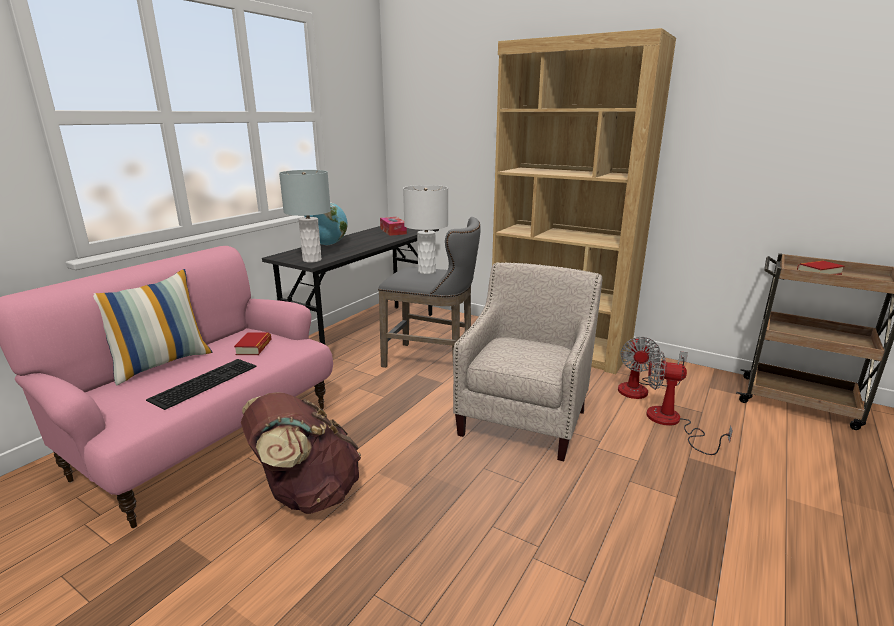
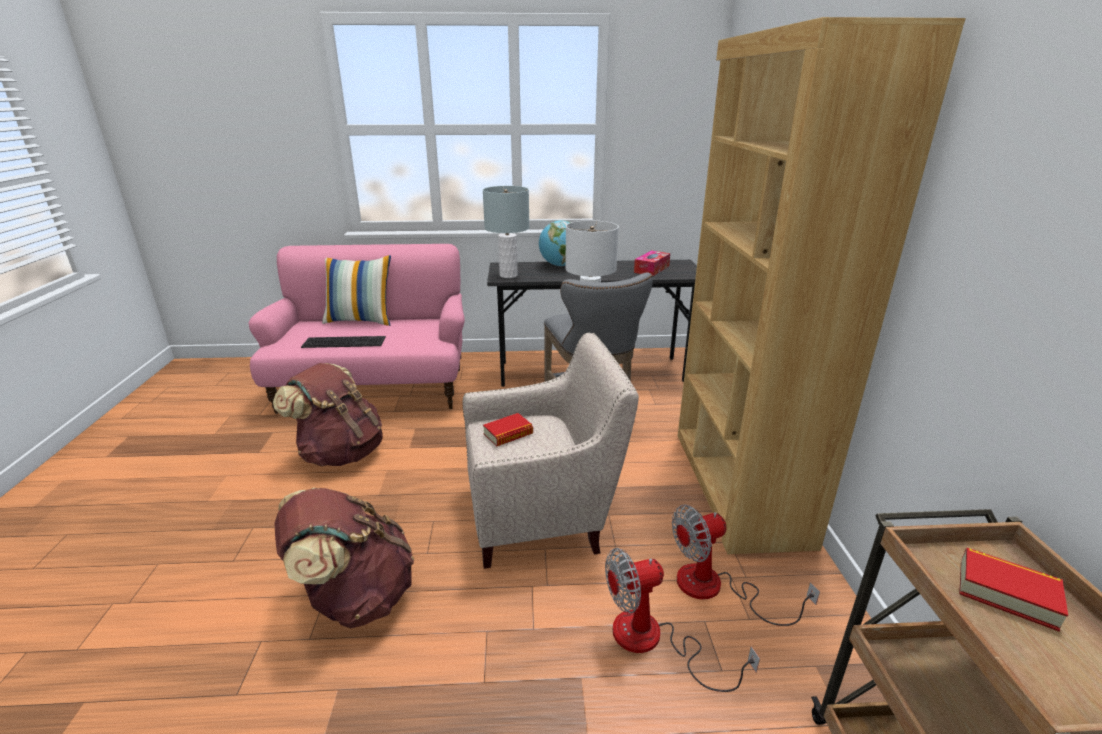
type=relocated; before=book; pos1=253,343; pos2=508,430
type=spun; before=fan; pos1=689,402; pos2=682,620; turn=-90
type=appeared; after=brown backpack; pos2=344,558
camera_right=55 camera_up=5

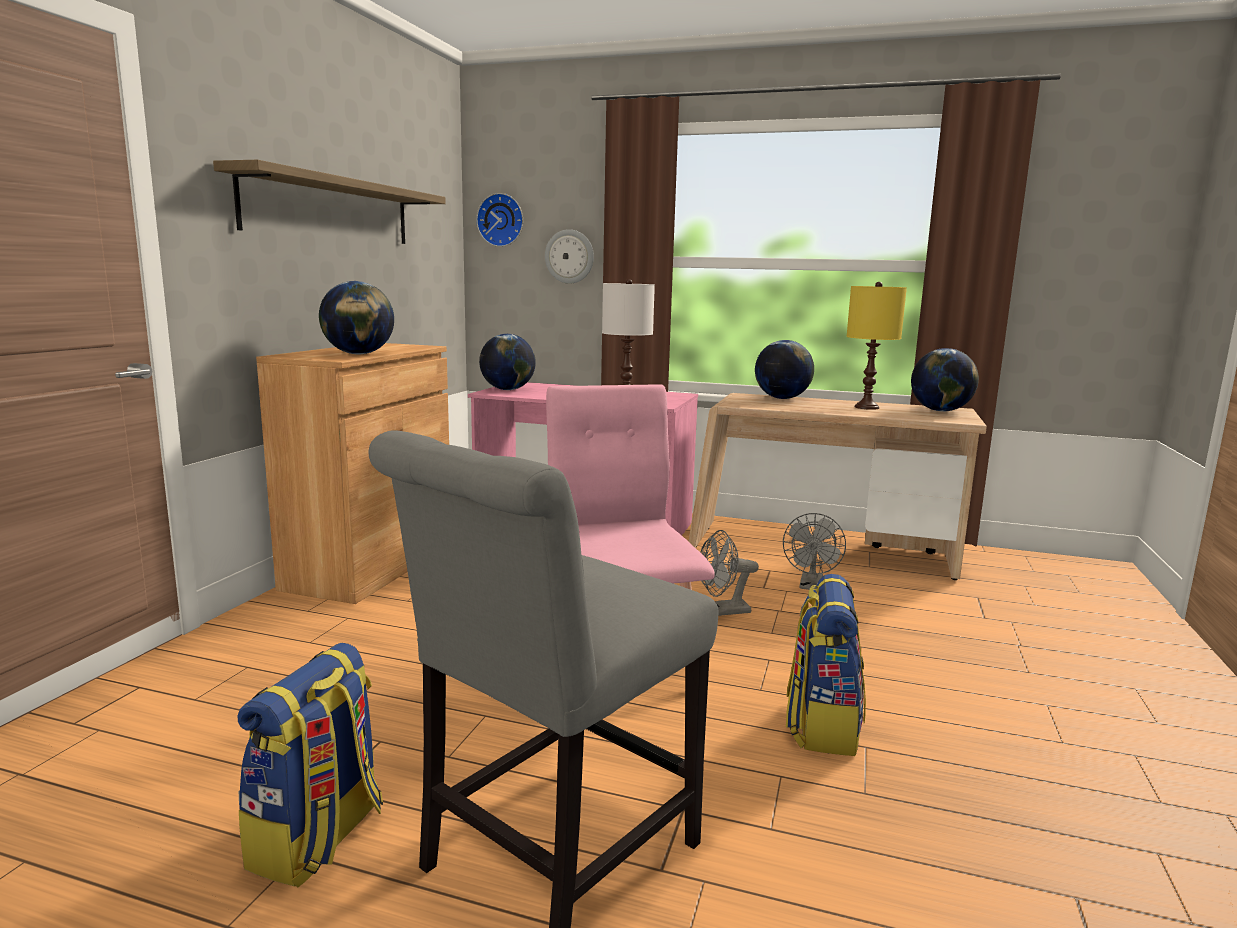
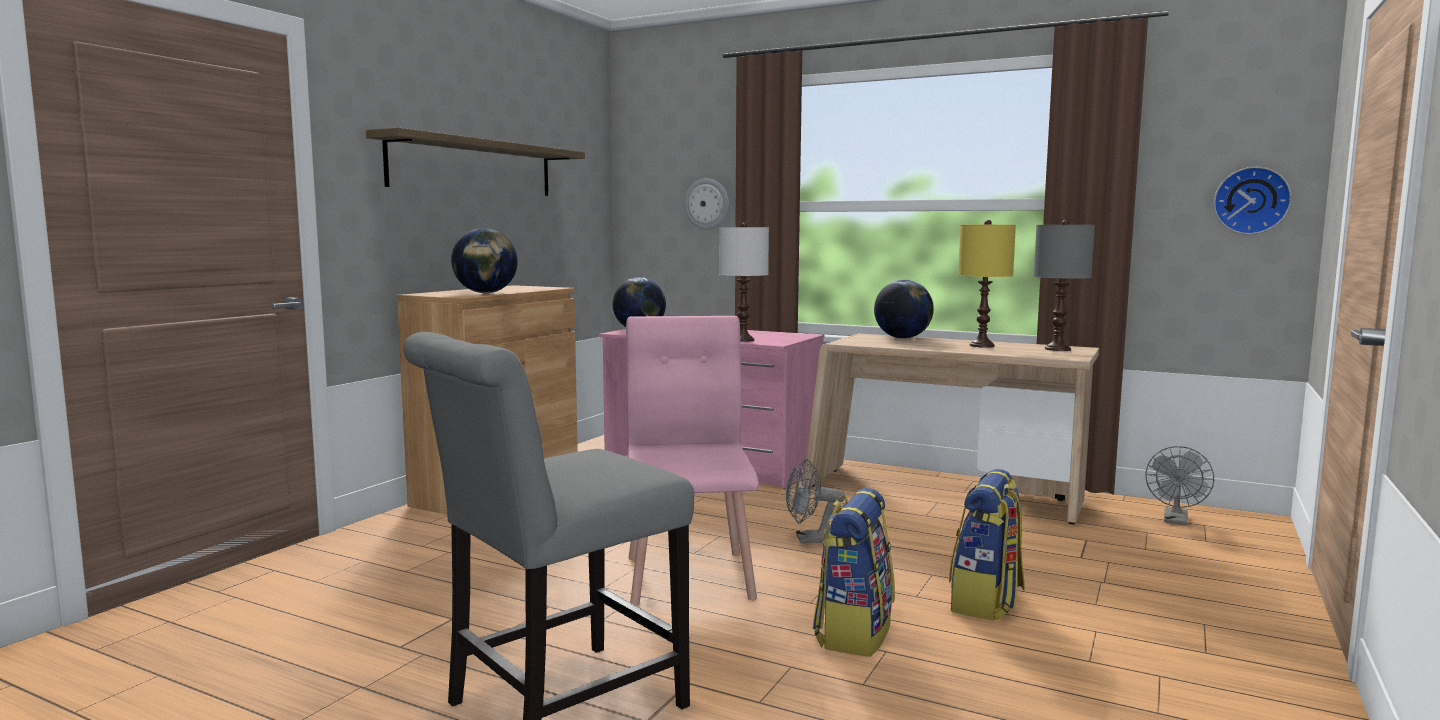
type=relocated; before=backpack; pos1=310,765; pos2=987,545
type=relocated; before=wall clock; pos1=499,220; pos2=1253,201
type=relocated; before=grey fan; pos1=814,551; pos2=1179,485
type=exchanged; before=globe; after=grey table lamp; pos1=945,380; pos2=1064,285
camera_right=10 camera_up=-5

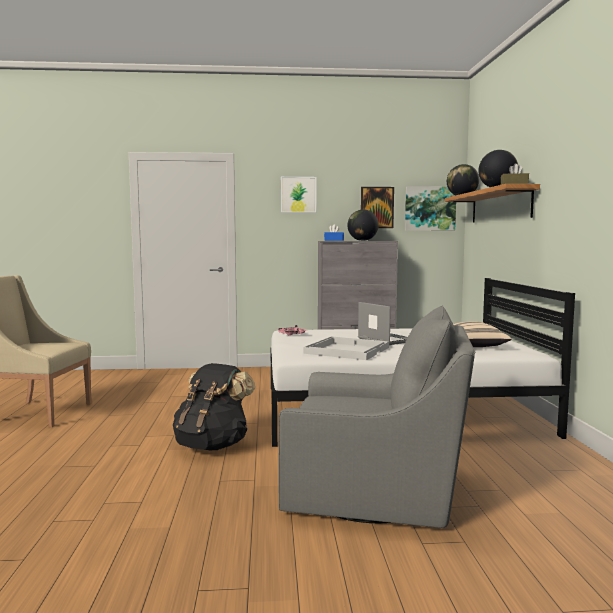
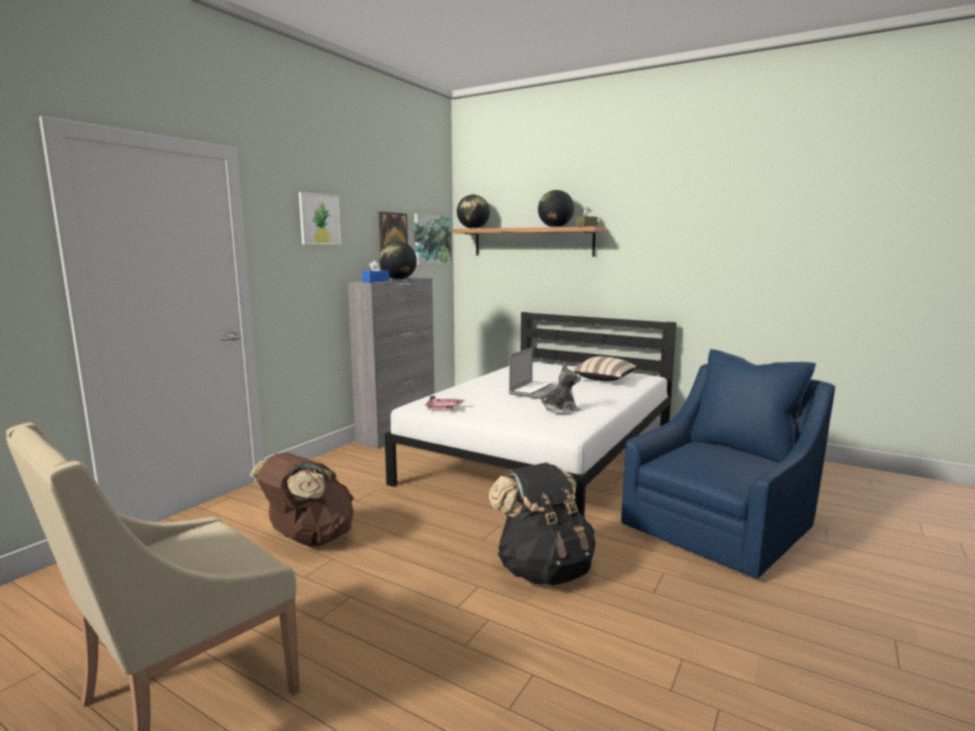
type=colour; before=grey armchair; after=blue armchair; pos1=377,417; pos2=728,464
type=exchanged; before=white tray; after=plush toy; pos1=346,348; pos2=561,388
type=spun; before=laptop; pos1=383,323; pos2=533,373; turn=120
type=appeared; after=brown backpack; pos2=302,499
camera_right=-55 camera_up=5

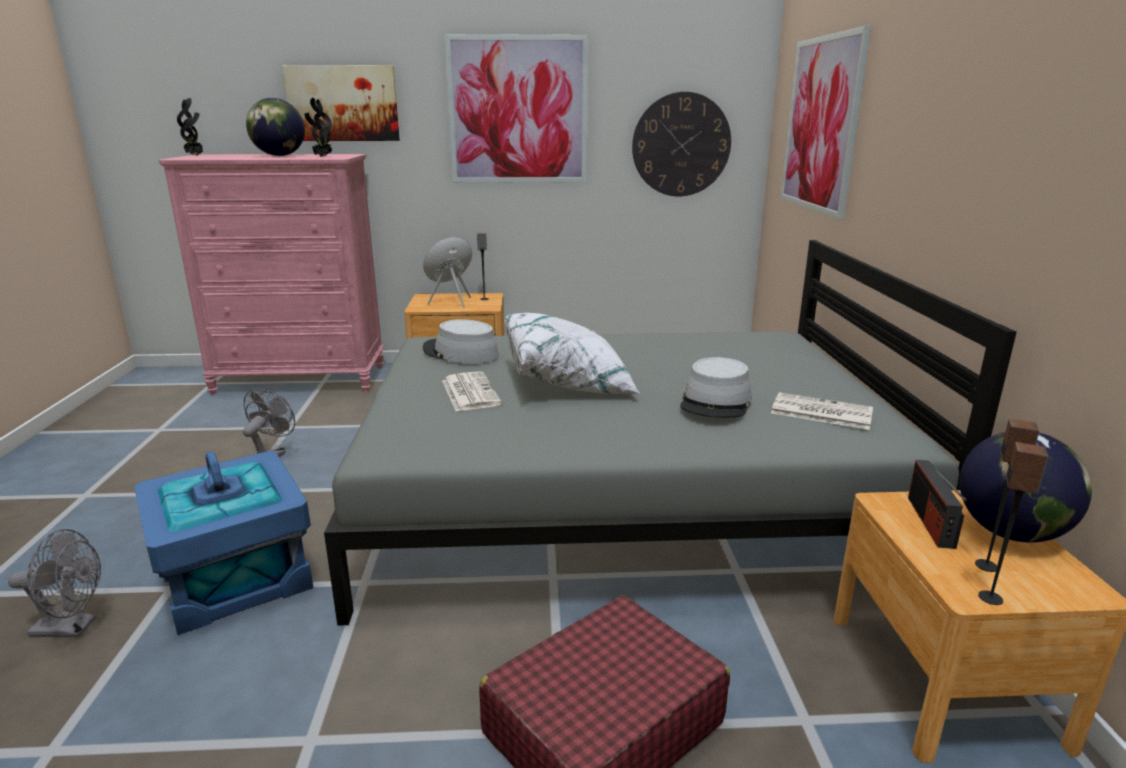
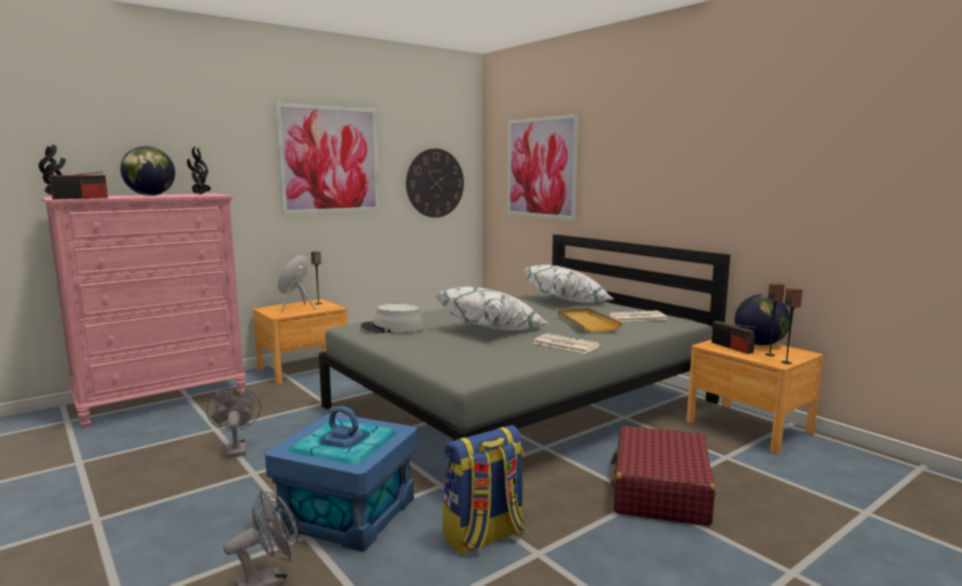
type=missing; before=picture; pos1=341,103
type=relocated; before=newspaper; pos1=472,391; pos2=567,343
type=exchanged; before=grey hat; after=beige tray; pos1=716,387; pos2=590,320
type=appeared; after=radio; pos2=78,185
type=appeared; after=backpack; pos2=483,490
type=appeared; after=white pillow; pos2=567,284
camera_right=-35 camera_up=-10

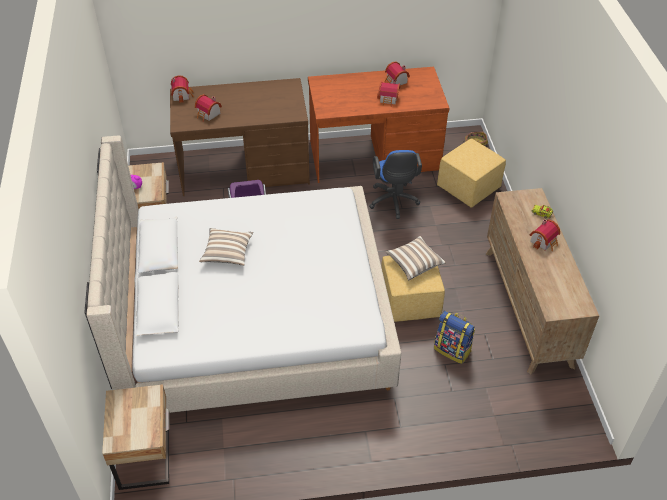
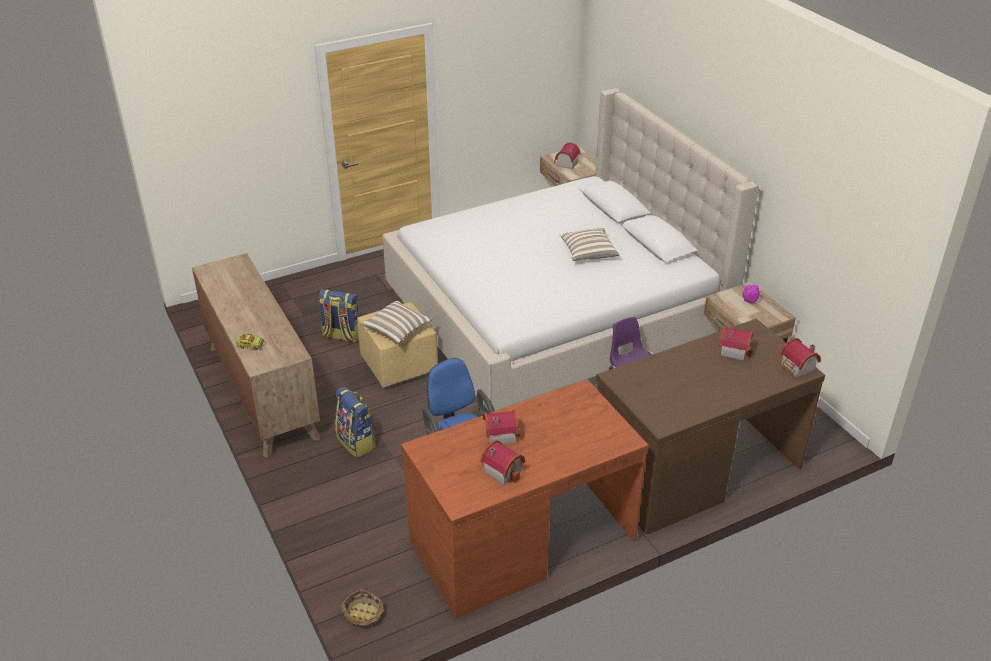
type=missing; before=yellow ottoman; pos1=471,173
type=relocated; before=toy house; pos1=545,235; pos2=567,156
type=appeared; after=backpack; pos2=355,422
camera_right=160 camera_up=-10

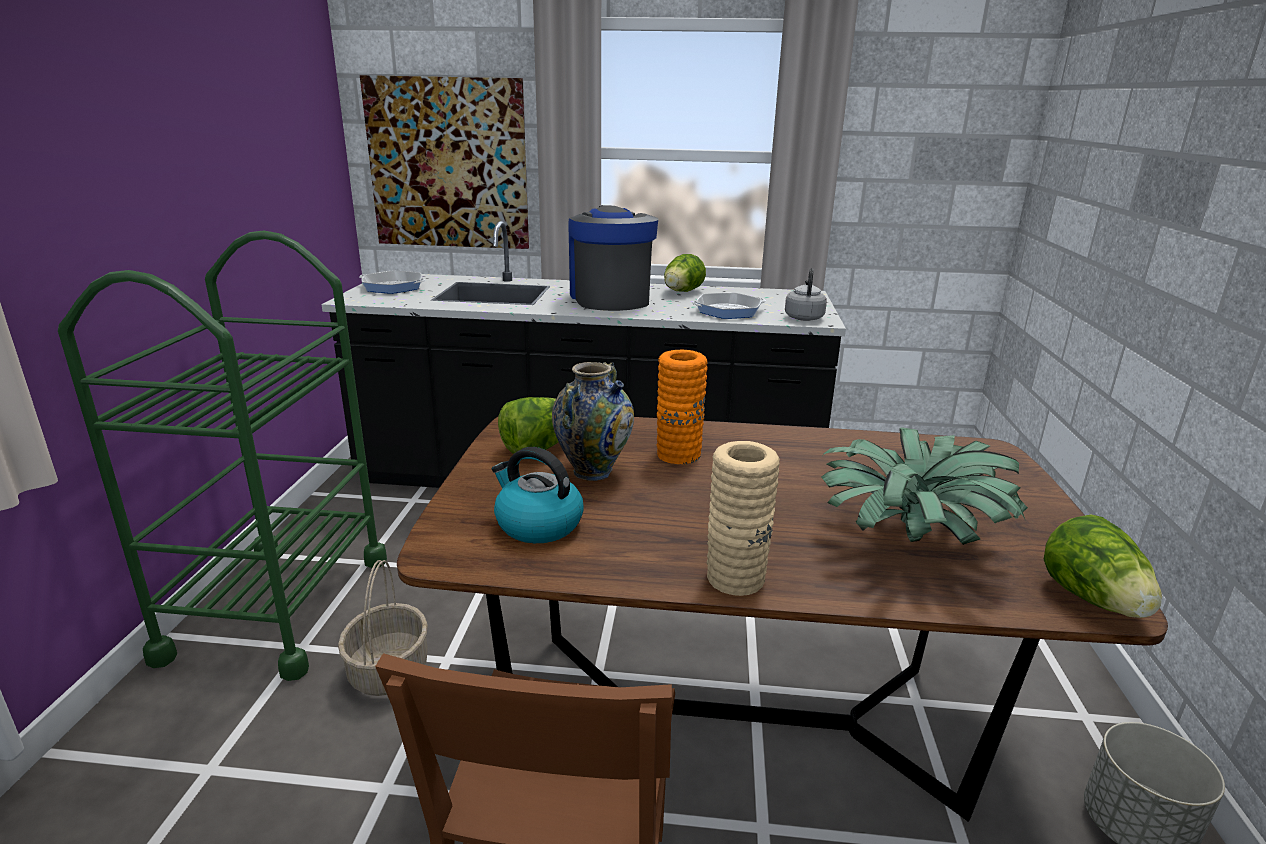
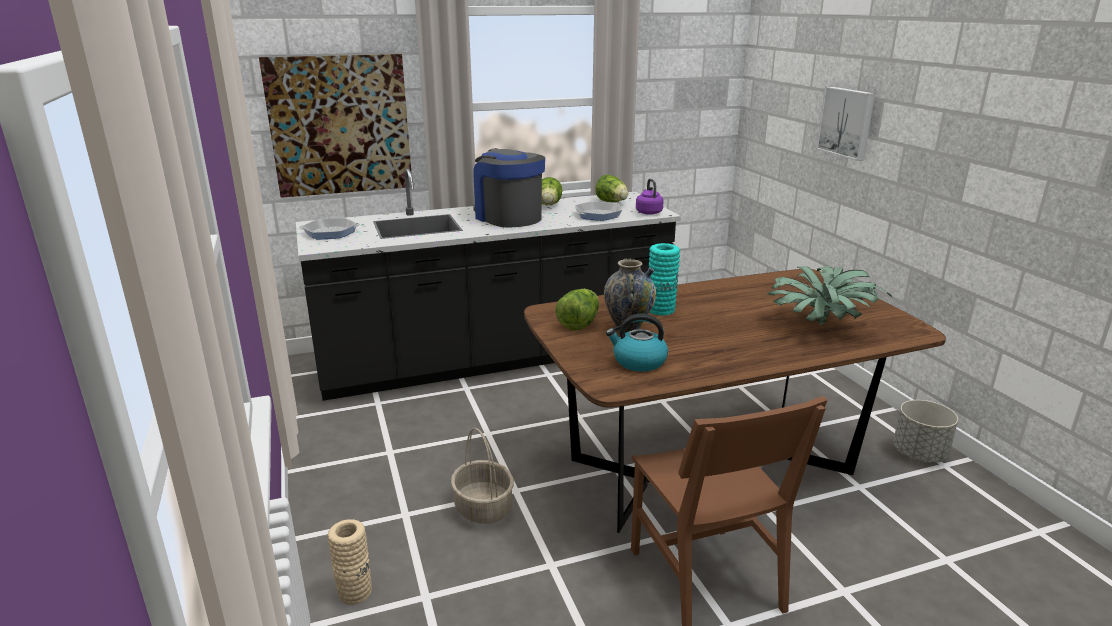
type=missing; before=green cart; pos1=222,456
type=colour; before=orange vase; after=turquoise vase; pos1=682,407; pos2=664,279
type=relocated; before=beige vase; pos1=743,518; pos2=349,562
type=colour; before=grey kettle; after=purple kettle; pos1=806,294; pos2=650,197
type=relocated; before=lettuce; pos1=1103,566; pos2=612,188
type=appeared; after=picture; pos2=845,124
camera_right=-25 camera_up=0

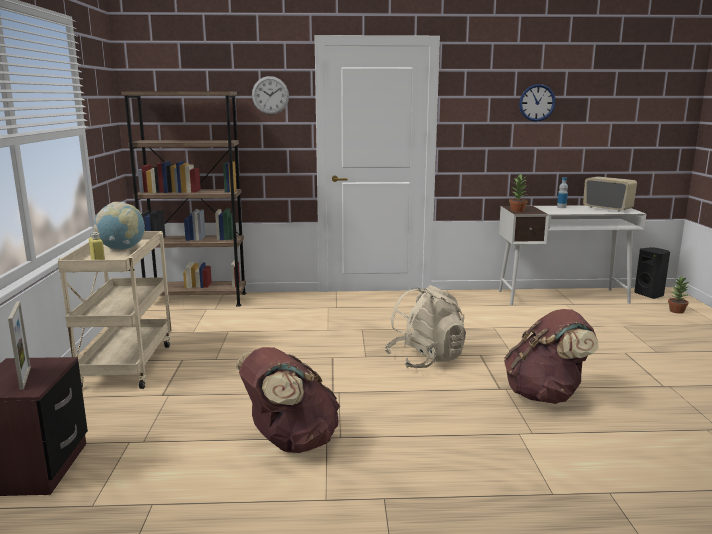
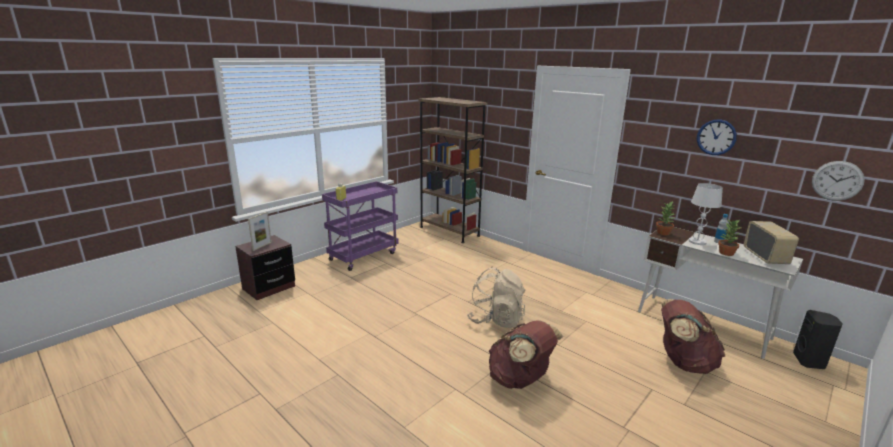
type=colour; before=beige cart; after=purple cart; pos1=115,310; pos2=360,226
type=missing; before=globe; pos1=119,226
type=relocated; before=brown backpack; pos1=287,400; pos2=693,336
type=relocated; before=wall clock; pos1=270,95; pos2=838,181
type=relocated; before=potted plant; pos1=678,295; pos2=729,238
type=appeared; after=white table lamp; pos2=706,214
camera_right=45 camera_up=5

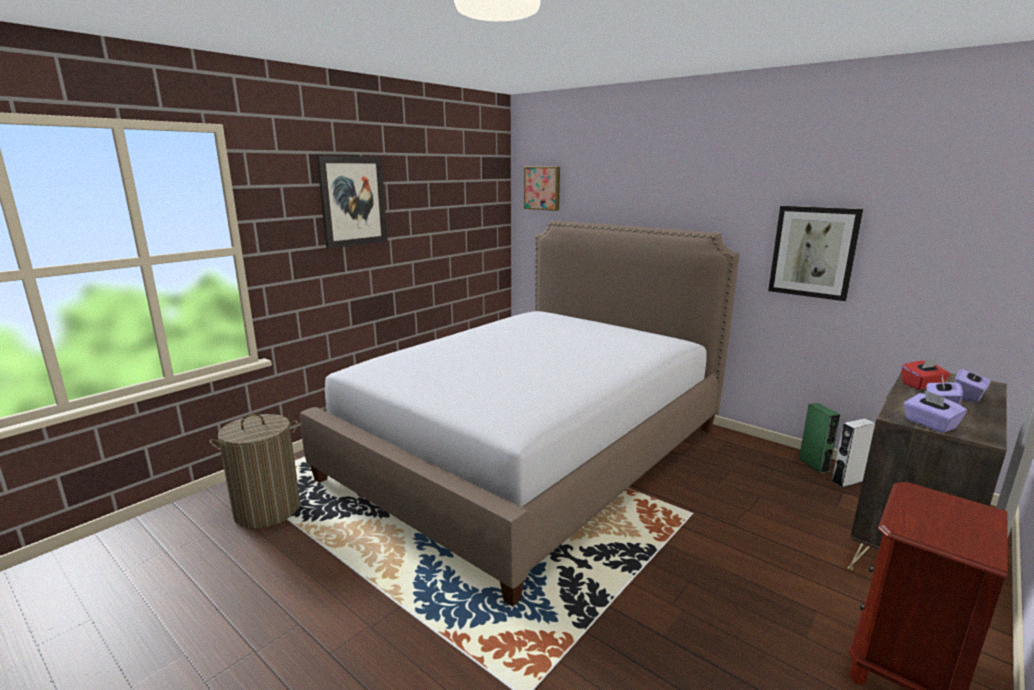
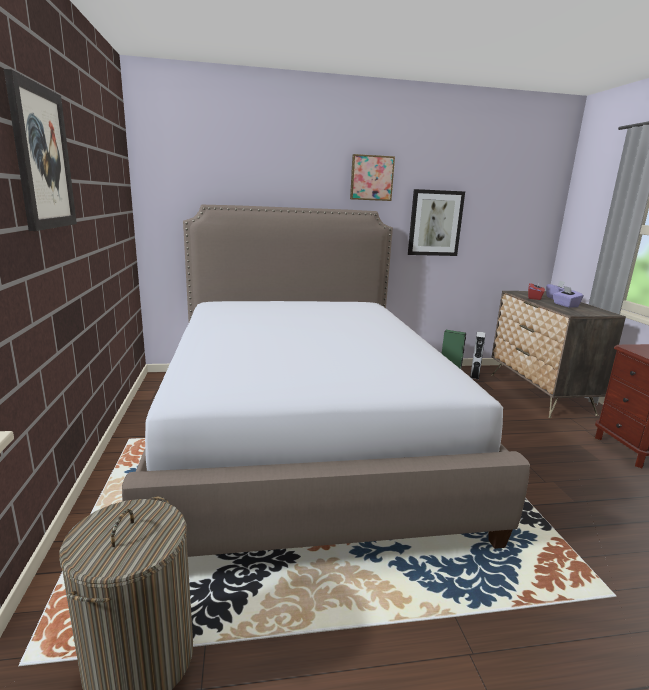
type=relocated; before=picture; pos1=542,189; pos2=372,177
type=missing; before=purple tissue box; pos1=935,411
camera_right=-50 camera_up=0

